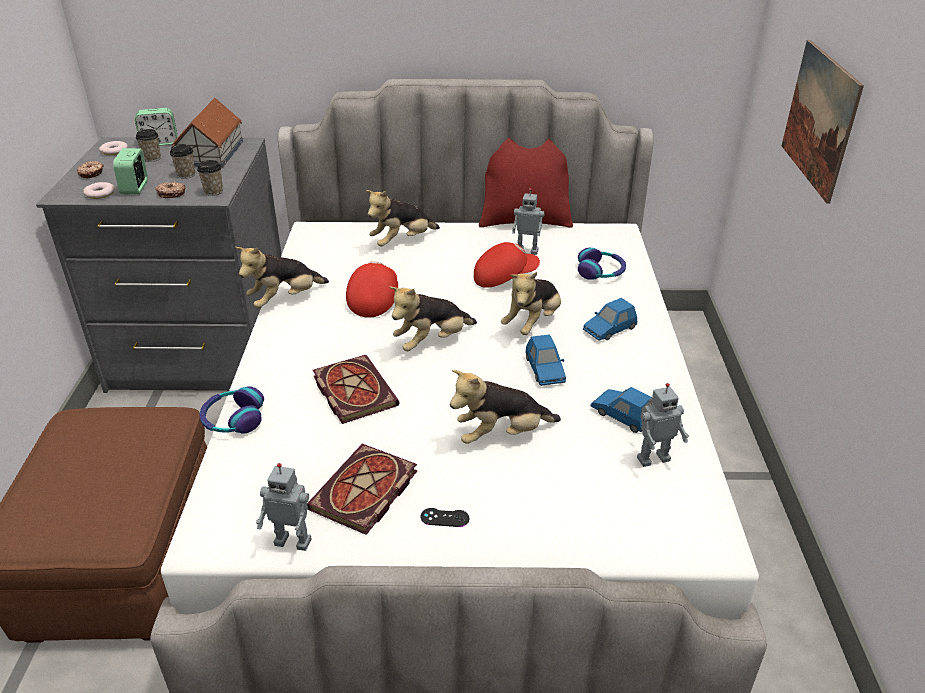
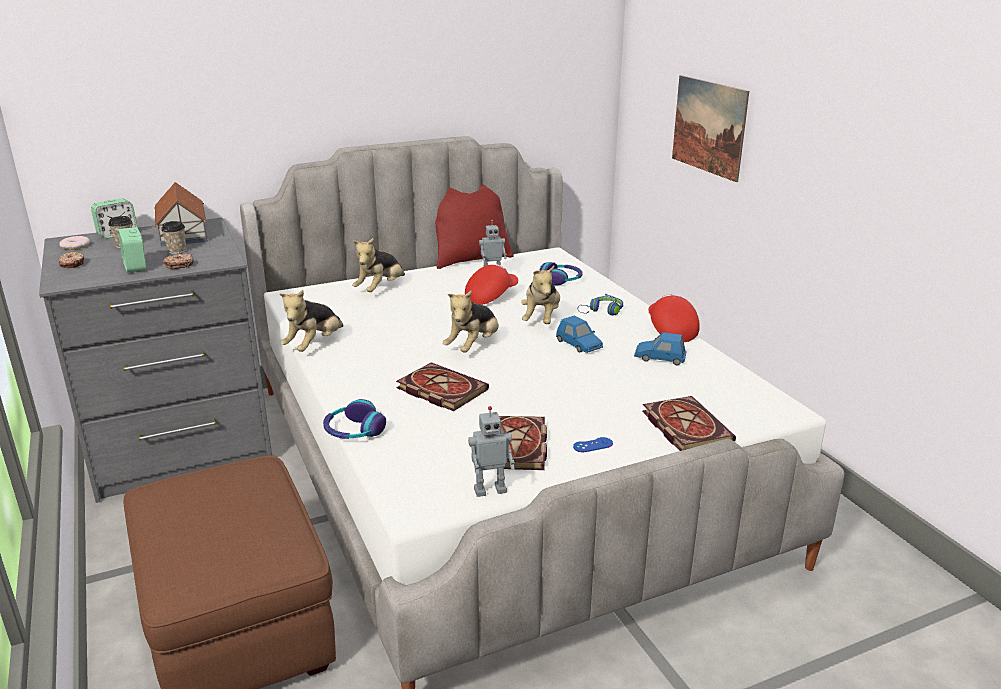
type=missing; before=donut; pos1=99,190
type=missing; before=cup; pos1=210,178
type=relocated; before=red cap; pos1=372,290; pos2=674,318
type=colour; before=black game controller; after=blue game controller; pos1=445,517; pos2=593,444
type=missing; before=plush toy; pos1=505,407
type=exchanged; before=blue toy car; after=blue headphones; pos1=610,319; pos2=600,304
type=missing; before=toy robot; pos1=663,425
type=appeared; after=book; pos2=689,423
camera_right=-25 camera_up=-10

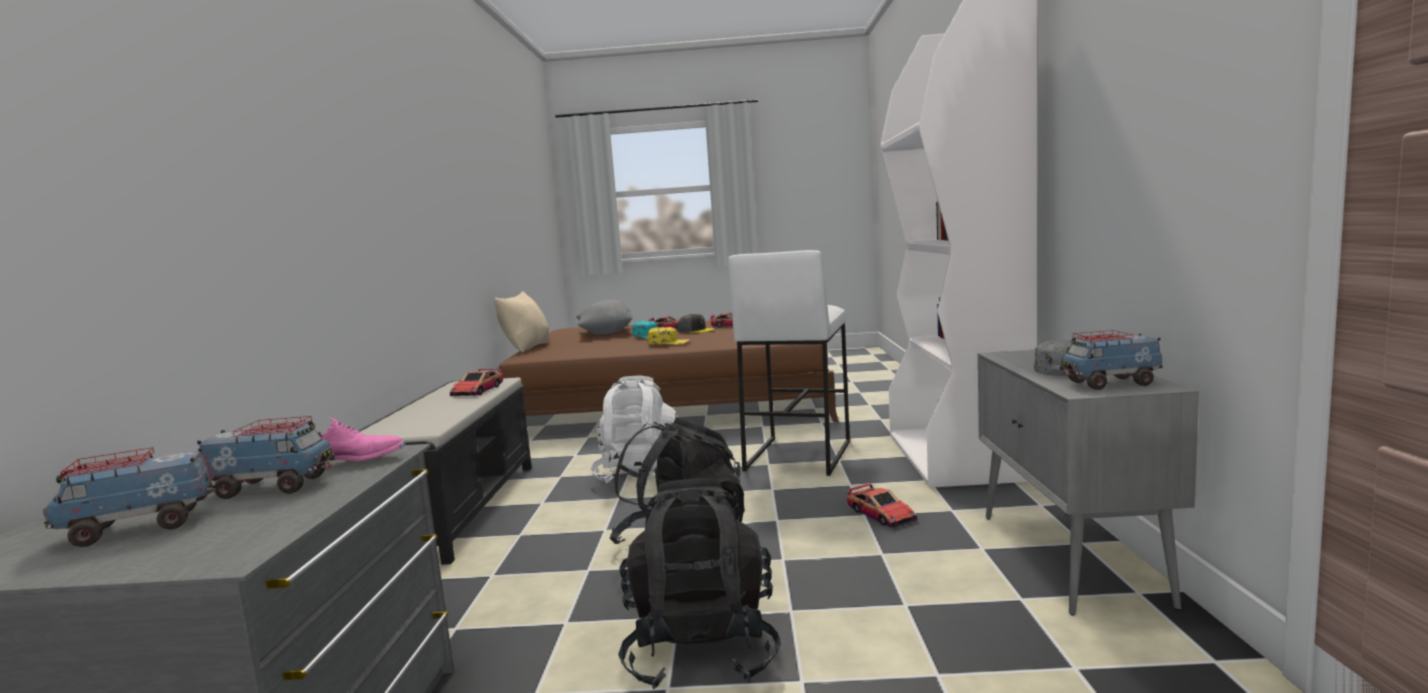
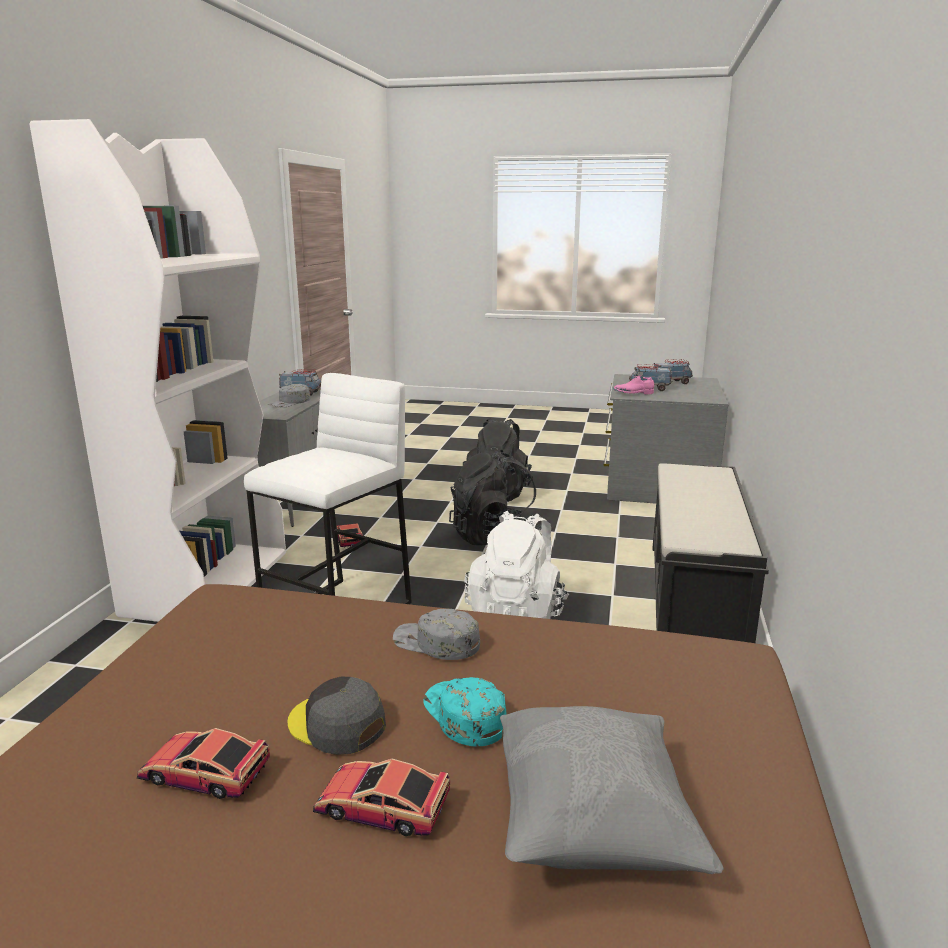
type=missing; before=toy car; pos1=476,382
type=missing; before=beige pillow; pos1=521,321
type=colour; before=yellow cap; after=grey cap; pos1=669,336; pos2=436,634
camera_right=-170 camera_up=10

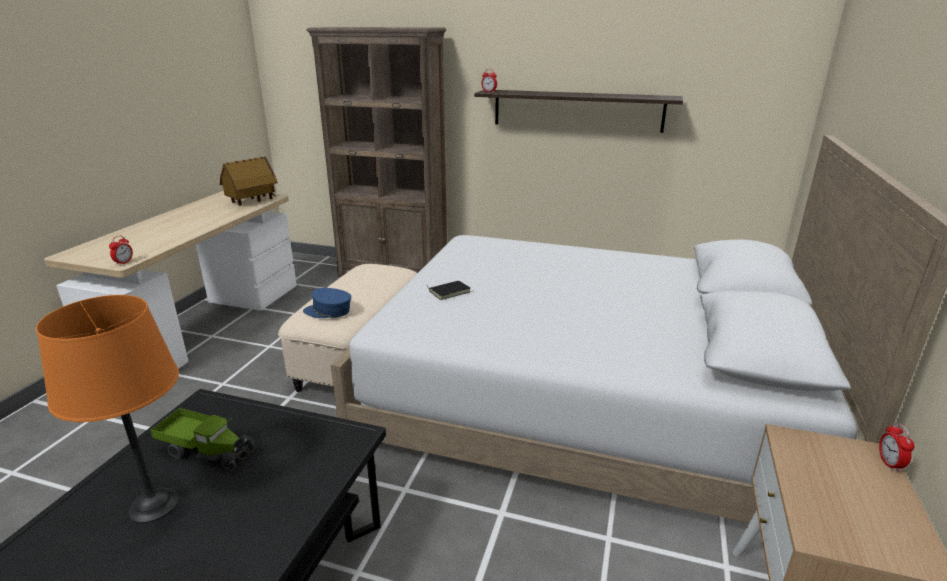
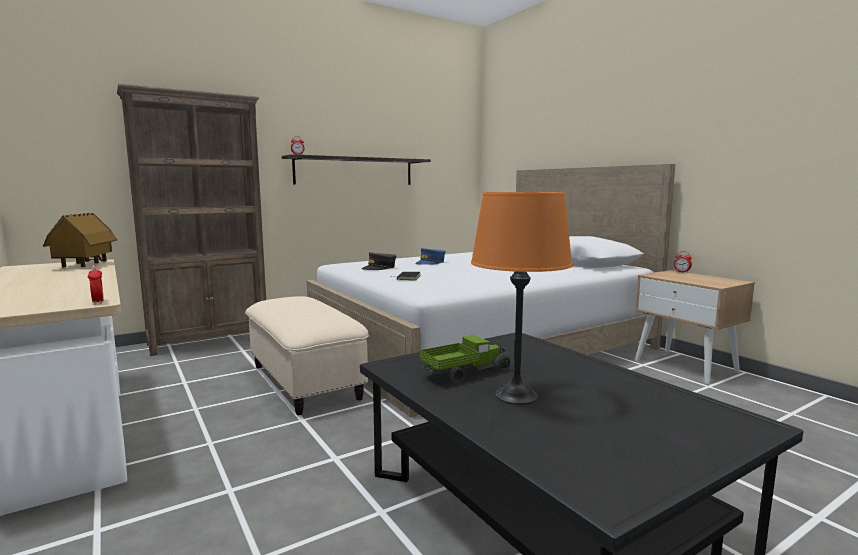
type=relocated; before=blue cap; pos1=327,303; pos2=430,256
type=appeared; after=grey cap; pos2=379,261
camera_right=-50 camera_up=-15

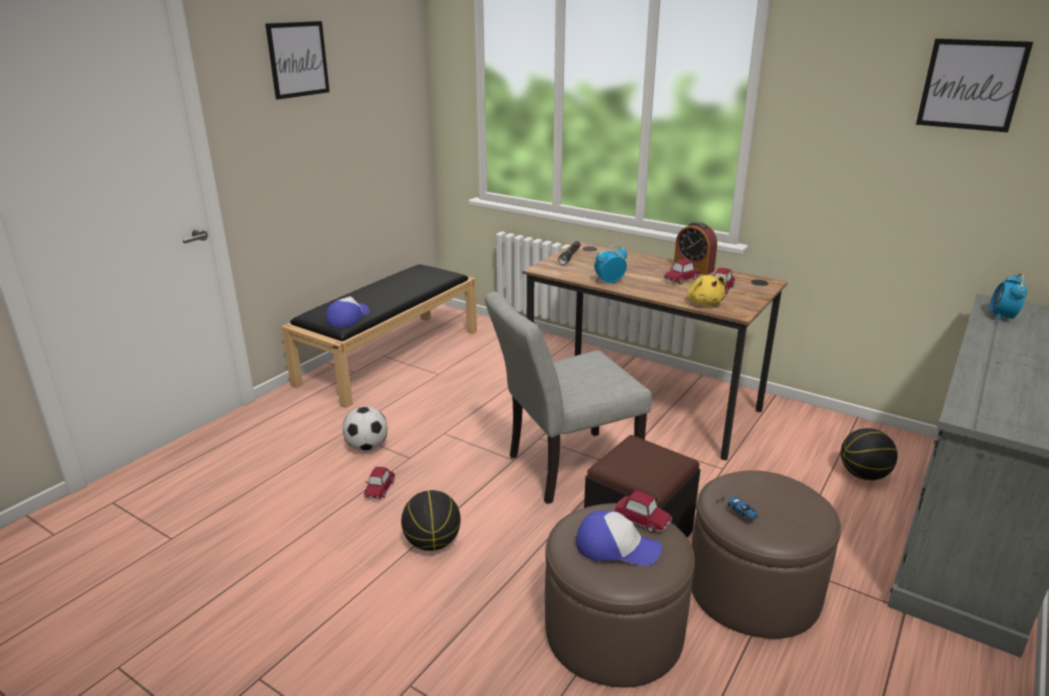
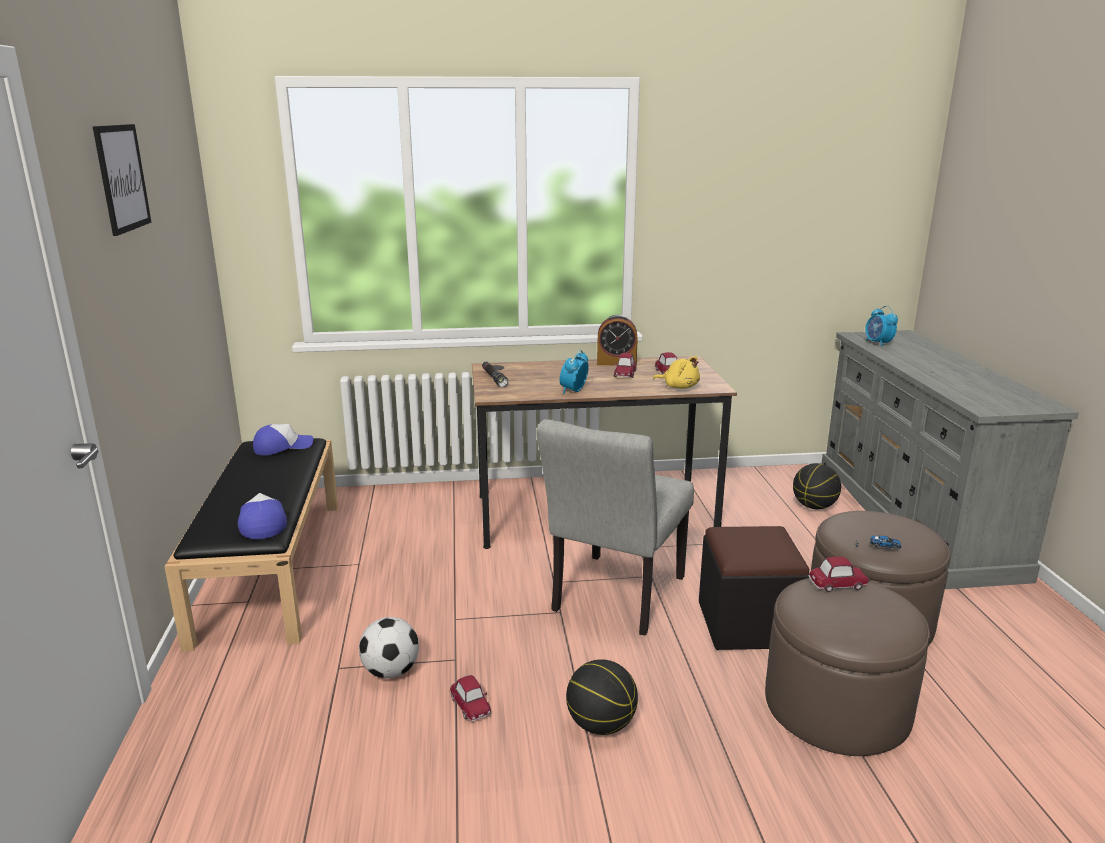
type=relocated; before=cap; pos1=619,538; pos2=283,439
type=missing; before=picture; pos1=974,85
camera_right=-40 camera_up=-5

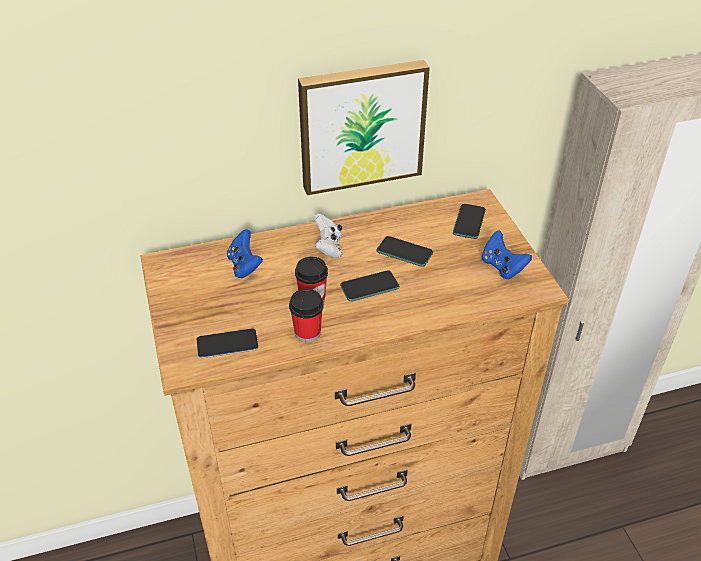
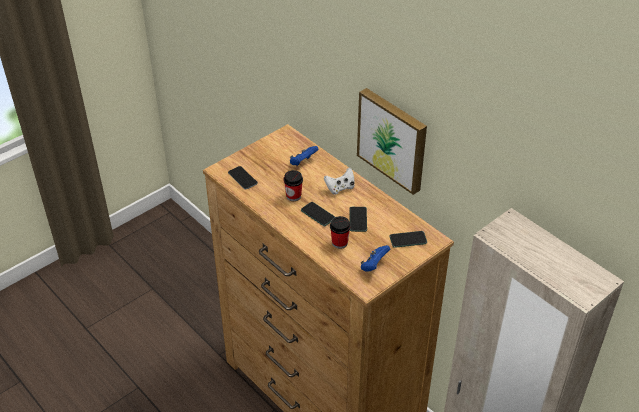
type=relocated; before=cup; pos1=306,315; pos2=340,232
camera_right=65 camera_up=0

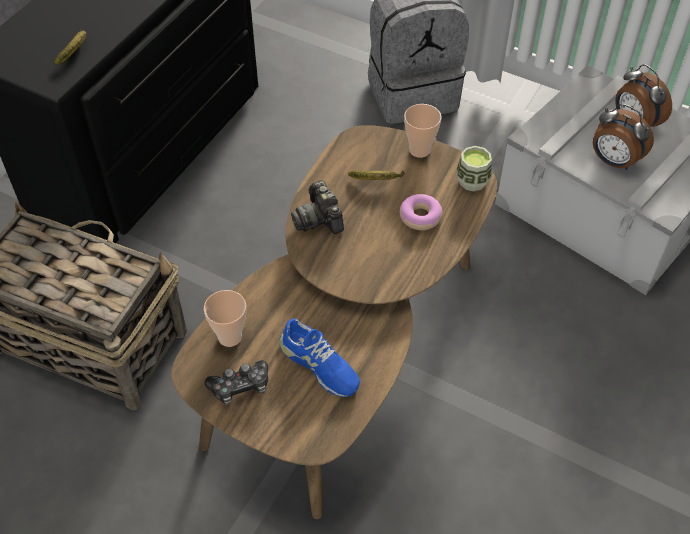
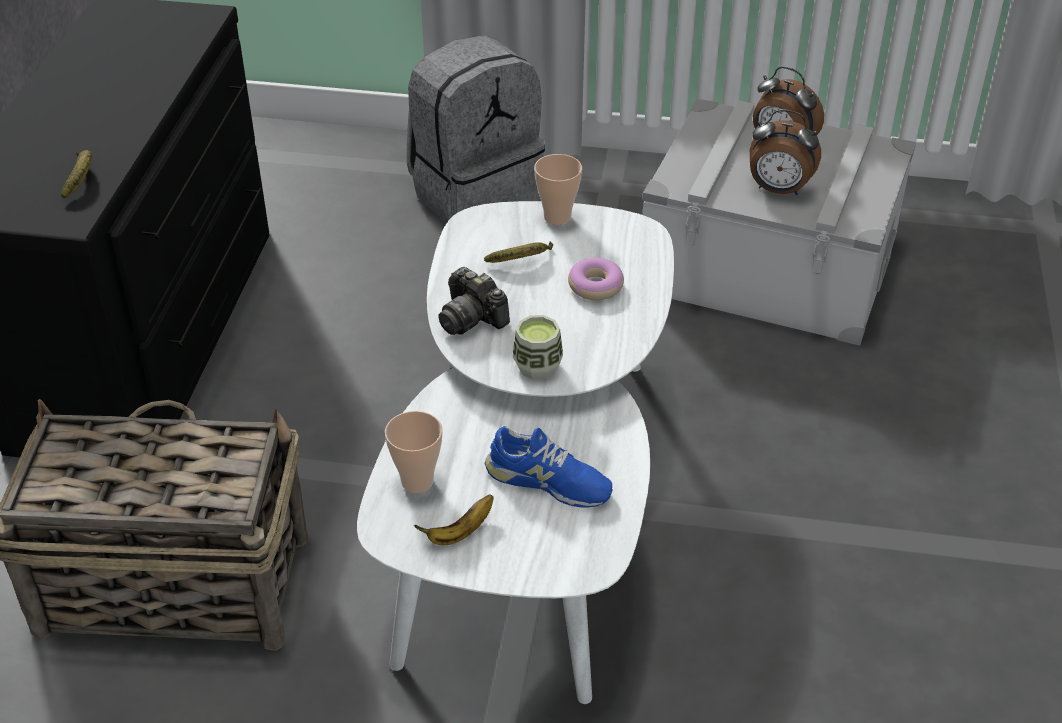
type=colour; before=brown coffee table; after=white coffee table; pos1=334,322; pos2=515,452
type=exchanged; before=game controller; after=banana; pos1=236,382; pos2=453,520
type=relocated; before=cup; pos1=474,169; pos2=537,347
camera_right=-20 camera_up=-10

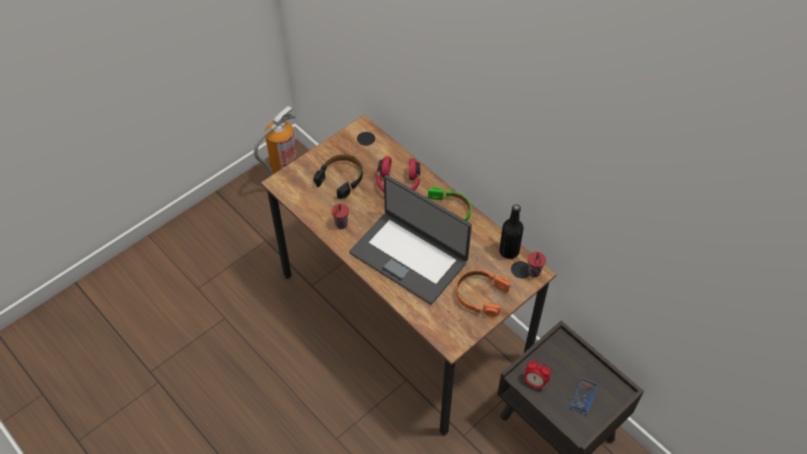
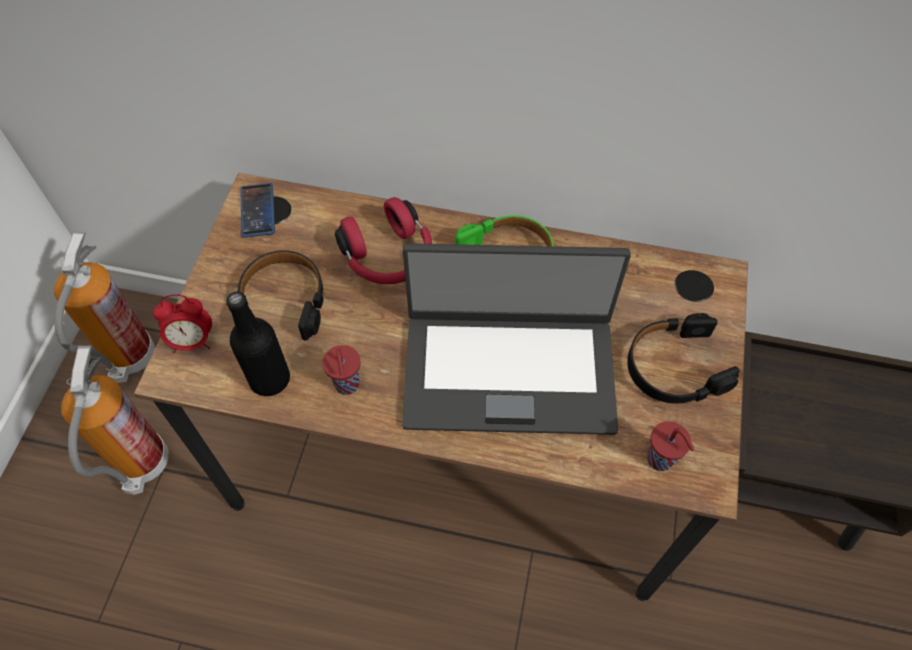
type=colour; before=orange headphones; after=black headphones; pos1=483,293; pos2=683,358
type=relocated; before=black bottle; pos1=511,231; pos2=258,344
type=relocated; before=alarm clock; pos1=537,376; pos2=182,323
type=relocated; before=red cup; pos1=537,264; pos2=671,446
type=relocated; before=phone; pos1=584,396; pos2=257,210
type=appeared; after=fire extinguisher; pos2=115,420
camera_right=-35 camera_up=5

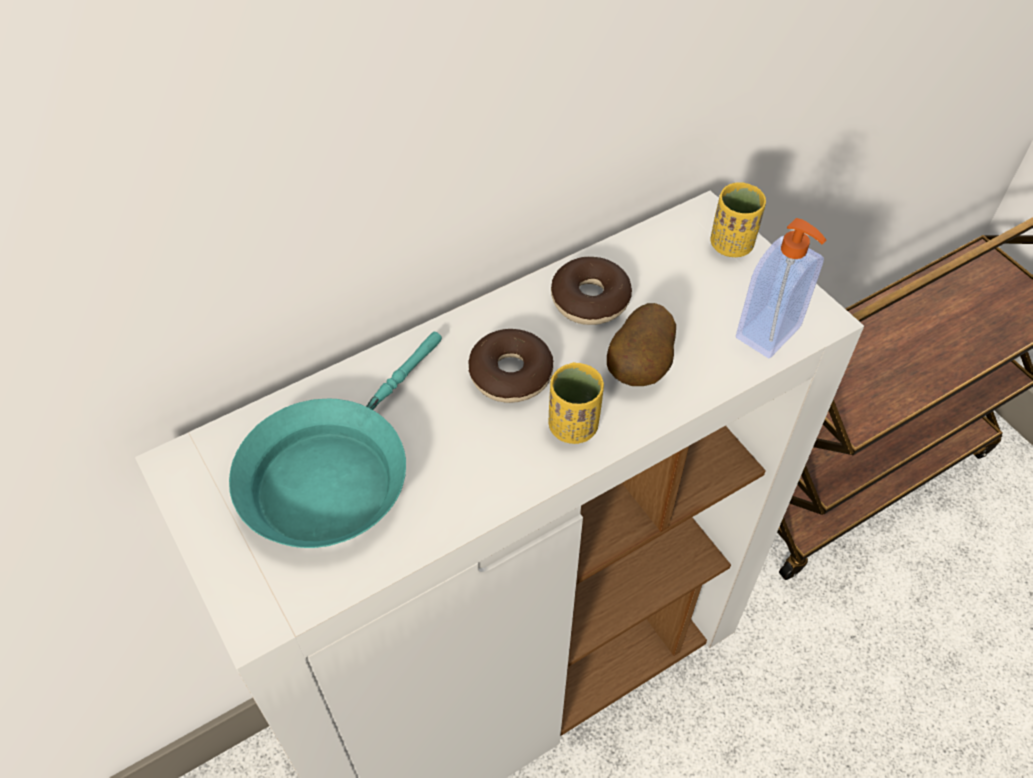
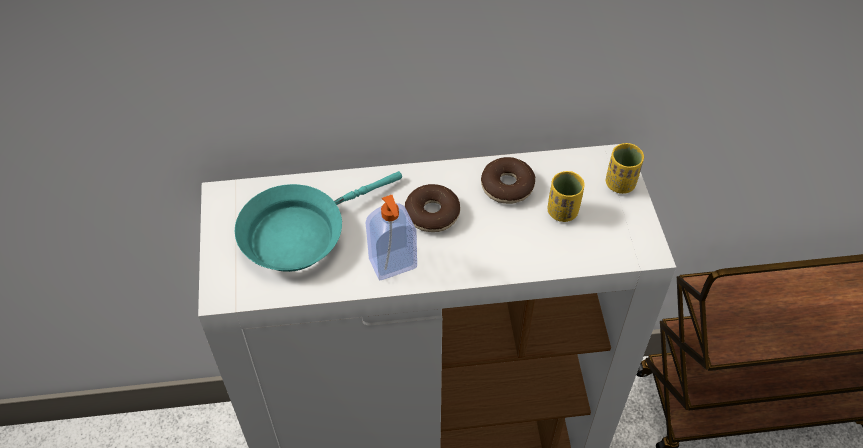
type=relocated; before=yellow cup; pos1=576,403; pos2=566,196
type=missing; before=potato; pos1=641,344
type=relocated; before=soap dispenser; pos1=781,288; pos2=391,237
camera_right=25 camera_up=0

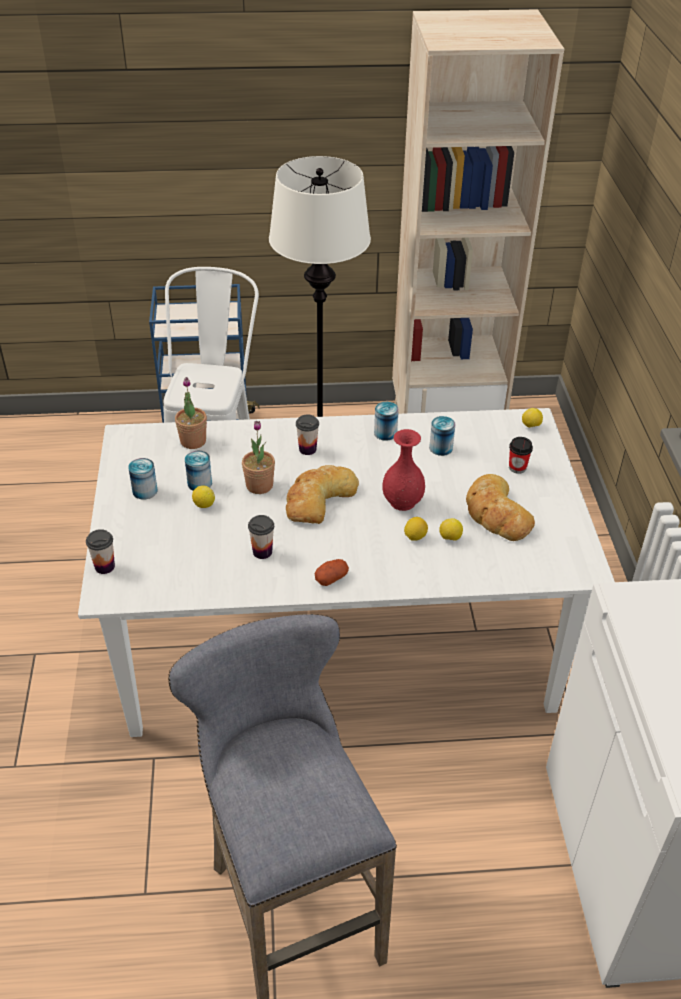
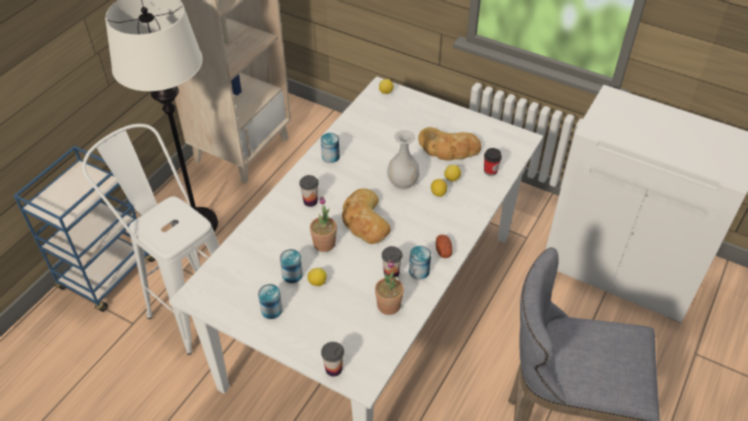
type=relocated; before=potted plant; pos1=191,413; pos2=389,287
type=colour; before=red vase; after=white vase; pos1=403,470; pos2=403,160
type=relocated; before=can; pos1=442,436; pos2=420,262
type=relocated; before=cup; pos1=521,455; pos2=493,162
camera_right=-55 camera_up=5

